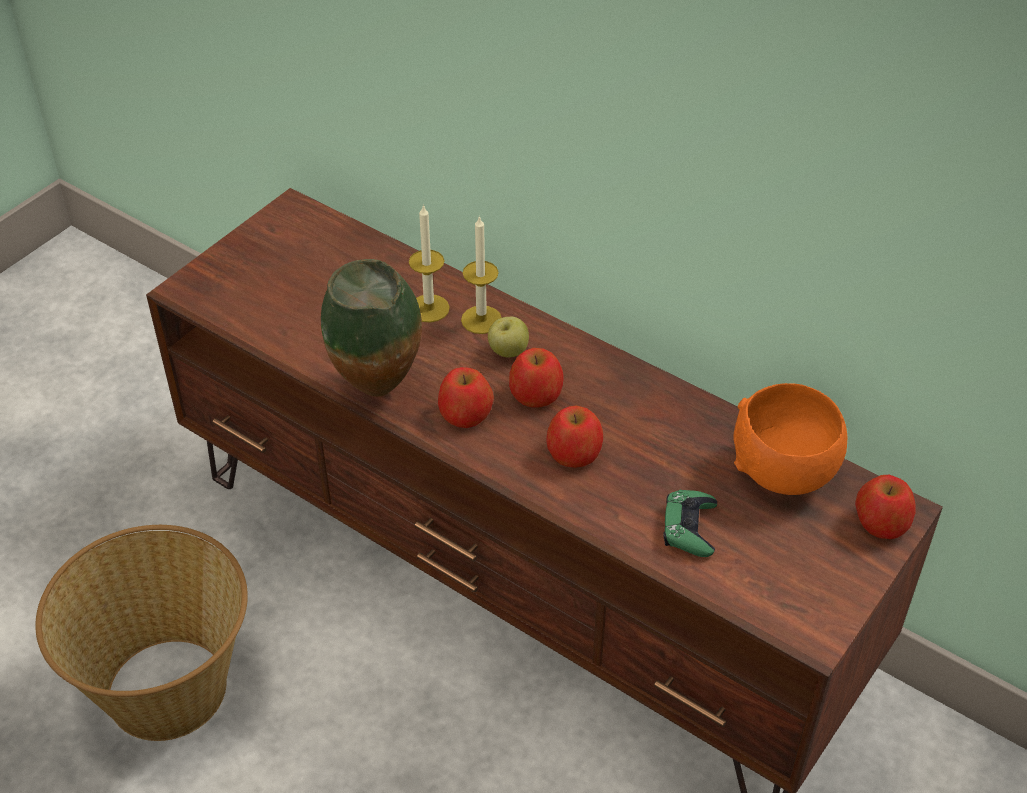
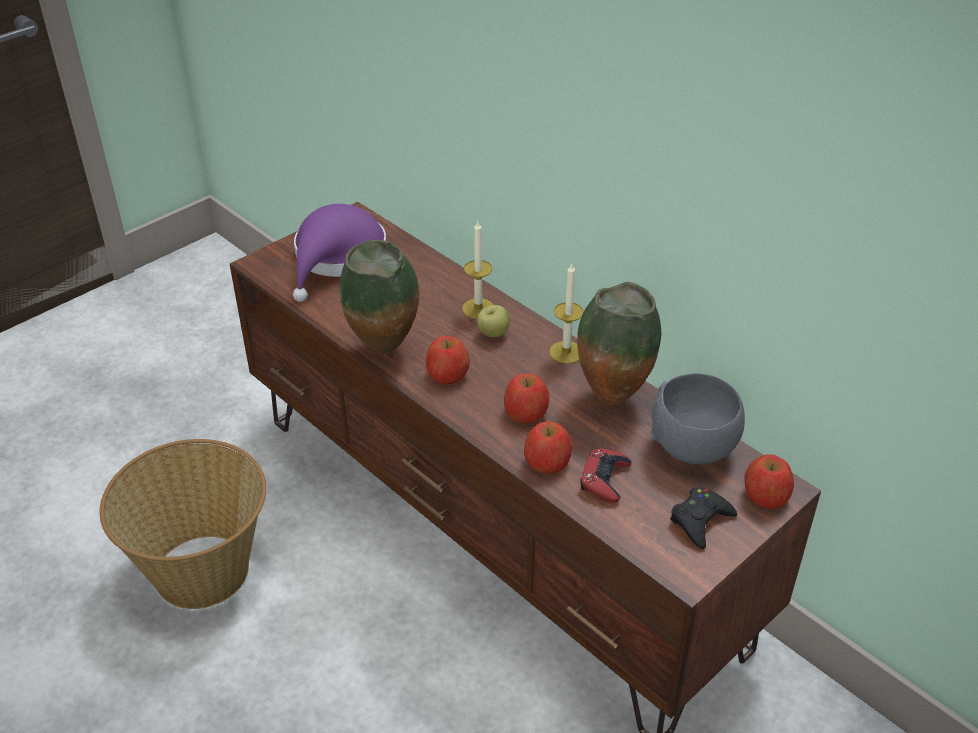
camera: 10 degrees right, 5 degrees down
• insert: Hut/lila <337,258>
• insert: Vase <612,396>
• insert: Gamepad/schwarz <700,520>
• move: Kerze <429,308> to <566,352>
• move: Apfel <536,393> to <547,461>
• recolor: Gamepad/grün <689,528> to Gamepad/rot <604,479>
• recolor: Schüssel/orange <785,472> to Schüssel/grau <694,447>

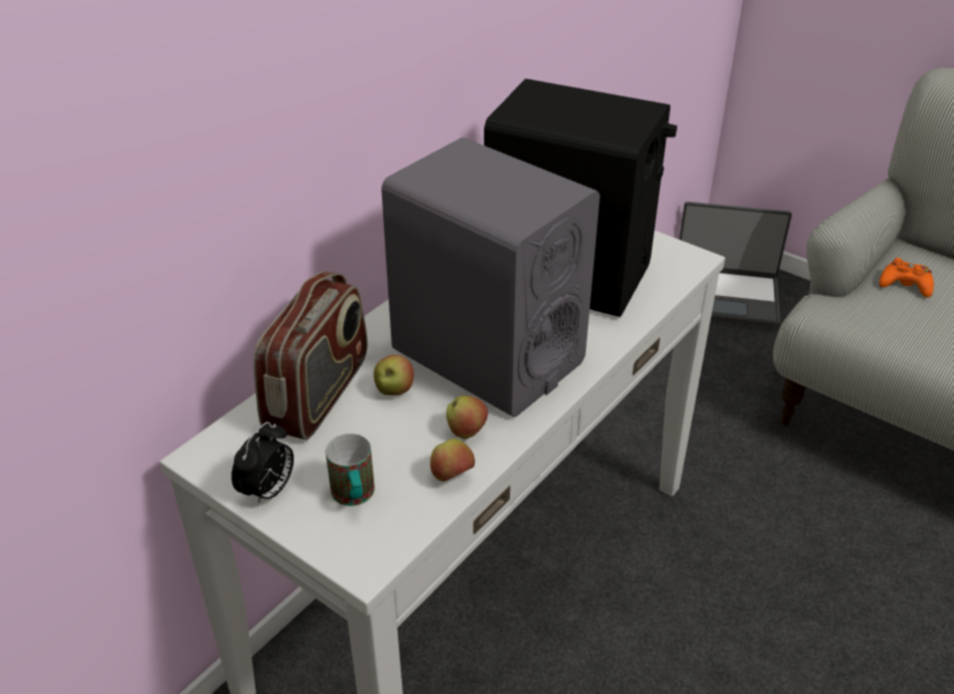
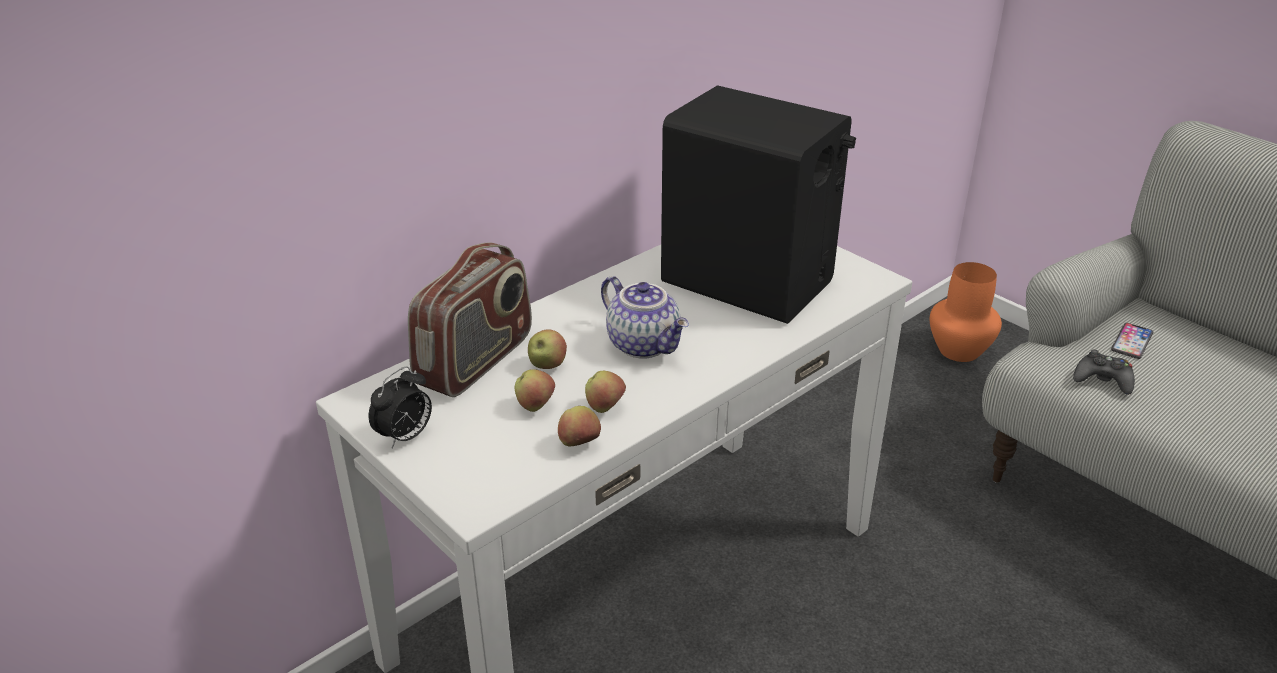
camera: 10 degrees right, 5 degrees down
• delete: Henkelbecher <354,497>
• insert: Apfel <535,406>
• insert: Gamepad/schwarz <1103,380>
• replace: Lautsprecher/grau <486,355> to Teekanne <645,344>
• replace: Laptop <725,296> to Vase/orange <959,350>
• replace: Gamepad/orange <905,285> to Handy <1132,342>

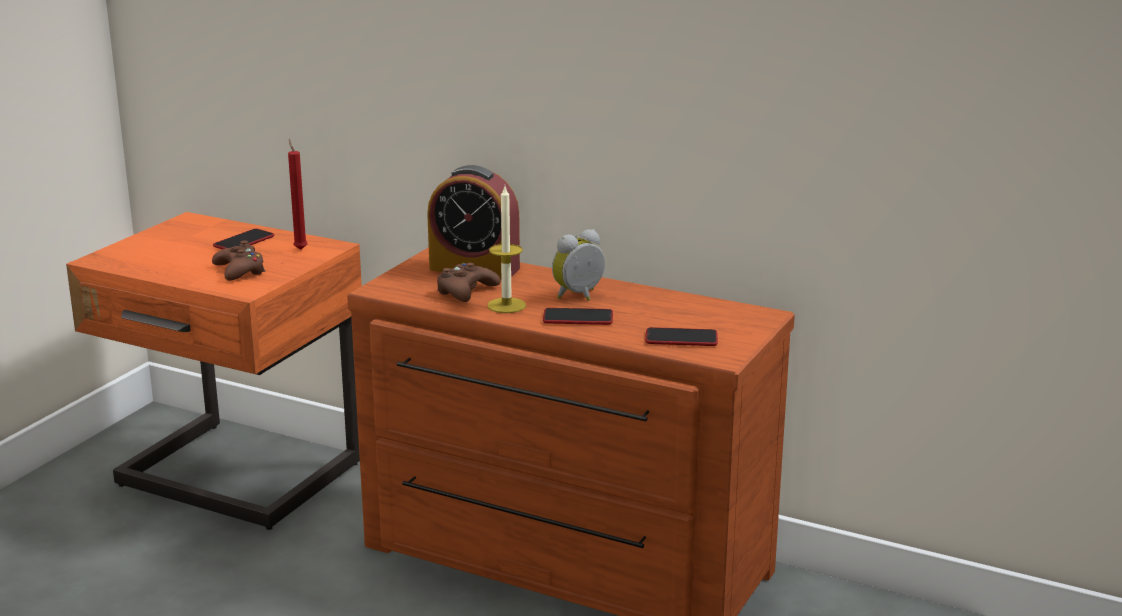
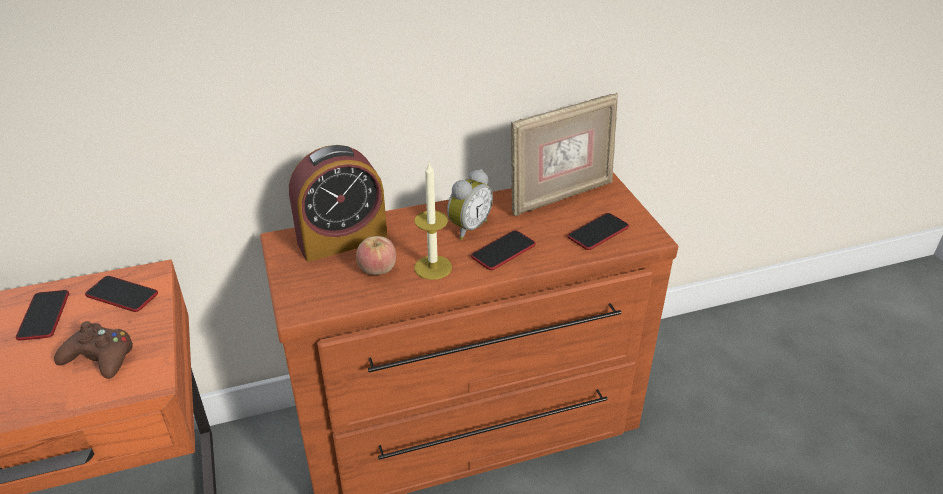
camera: 45 degrees left, 15 degrees up
• insert: Bilderrahmen <560,196>
• replace: Kerze/rot <300,249> to Handy <122,295>
• replace: Gamepad/braun <466,291> to Apfel <377,269>
• rotate: Wecker <580,296> = <467,228> 150 degrees counterclockwise

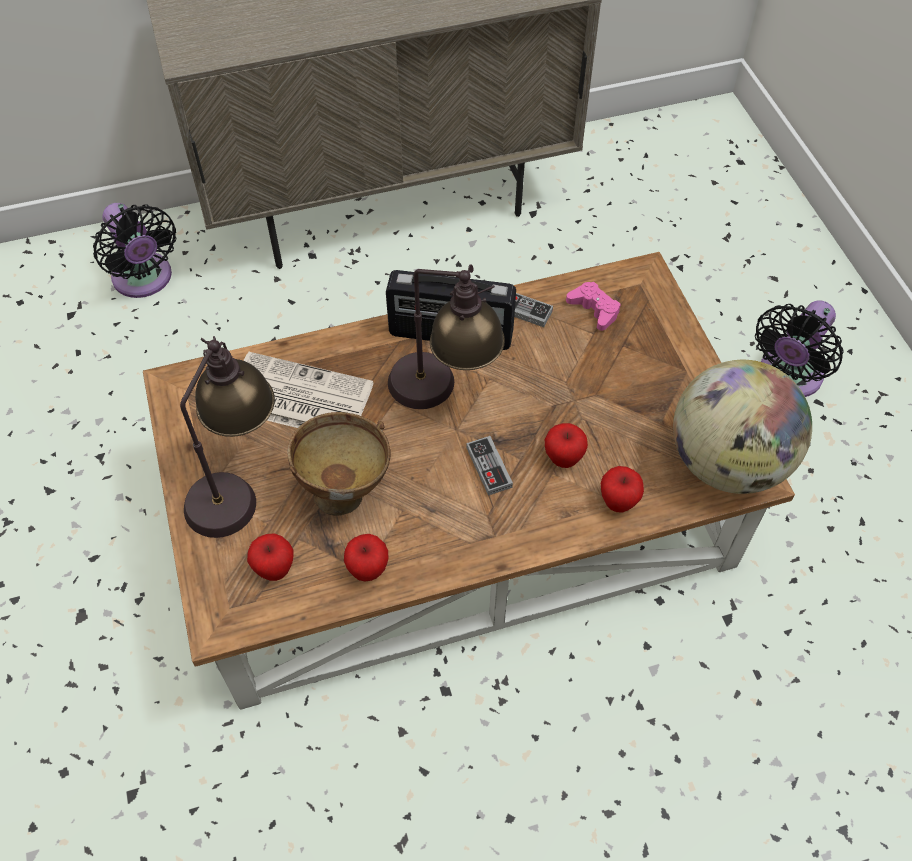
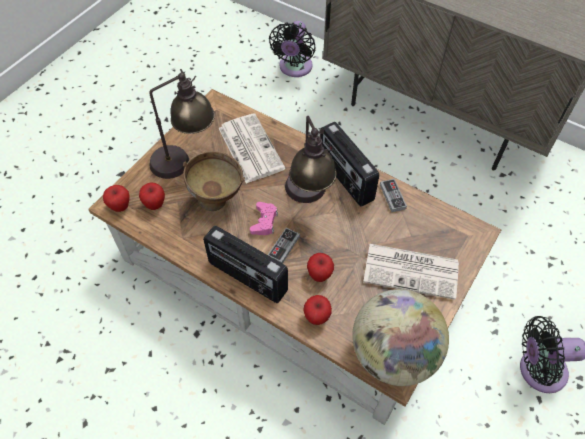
camera: 50 degrees right, 0 degrees up
• insert: Radio <247,277>
• insert: Zeitung <412,270>
• move: Apfel <368,570> to <120,206>
• move: Gamepad/rosa <594,309> to <264,221>

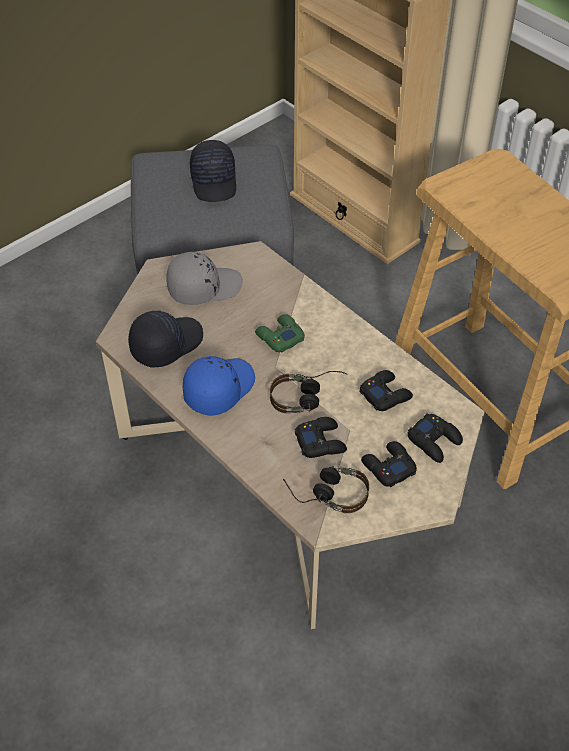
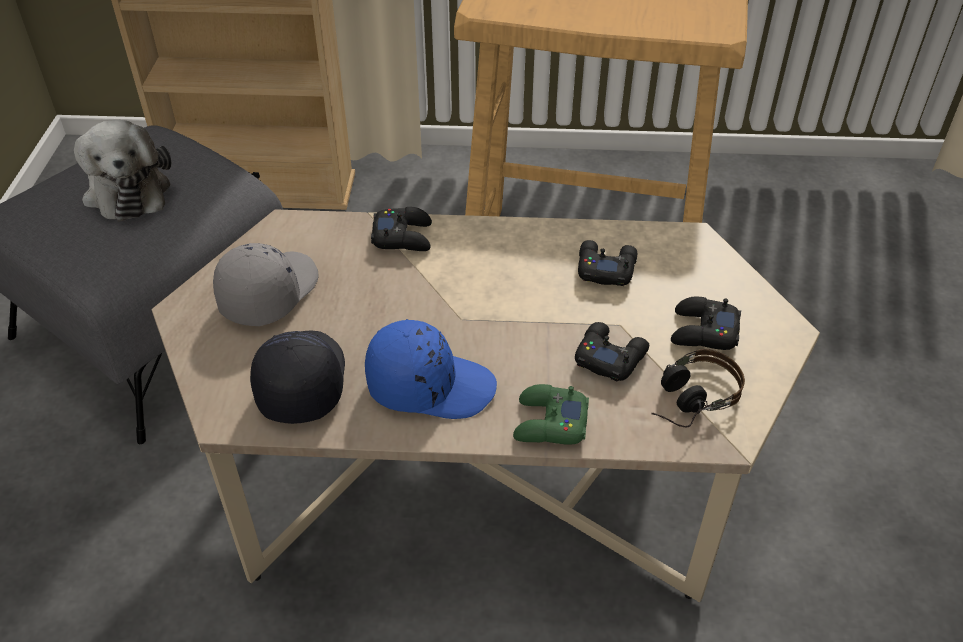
camera: 45 degrees left, 5 degrees down
• delete: Kopfhörer <308,397>
• move: Gamepad/grün <279,337> to <549,423>
• move: Gamepad/schwarz <434,441> to <403,236>
• replace: Kappe/schwarz <215,181> to Plüschtier <127,189>
• rotate: Kappe/blau <218,389> = <430,385> 105 degrees clockwise

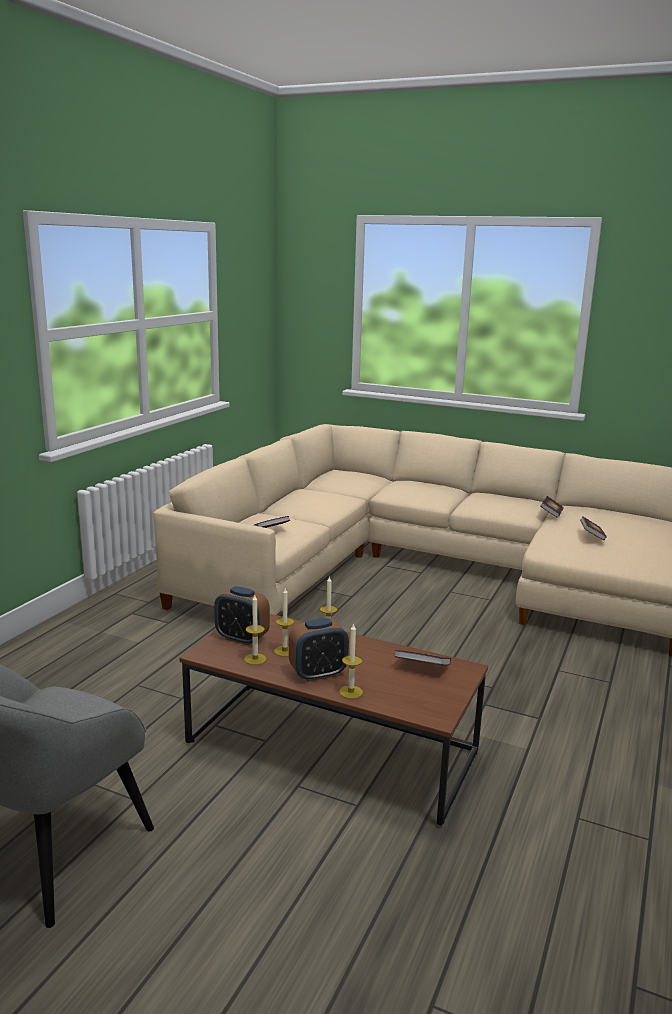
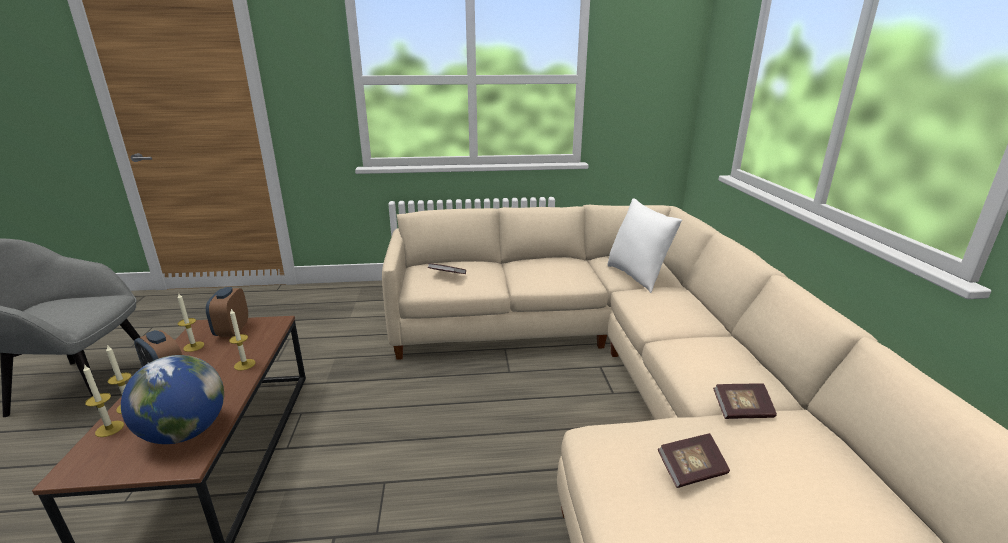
camera: 60 degrees right, 5 degrees up
• insert: Kissen/weiß <637,277>
• move: Kerze <284,651> to <109,429>
• replace: Buch <421,668> to Globus <185,432>

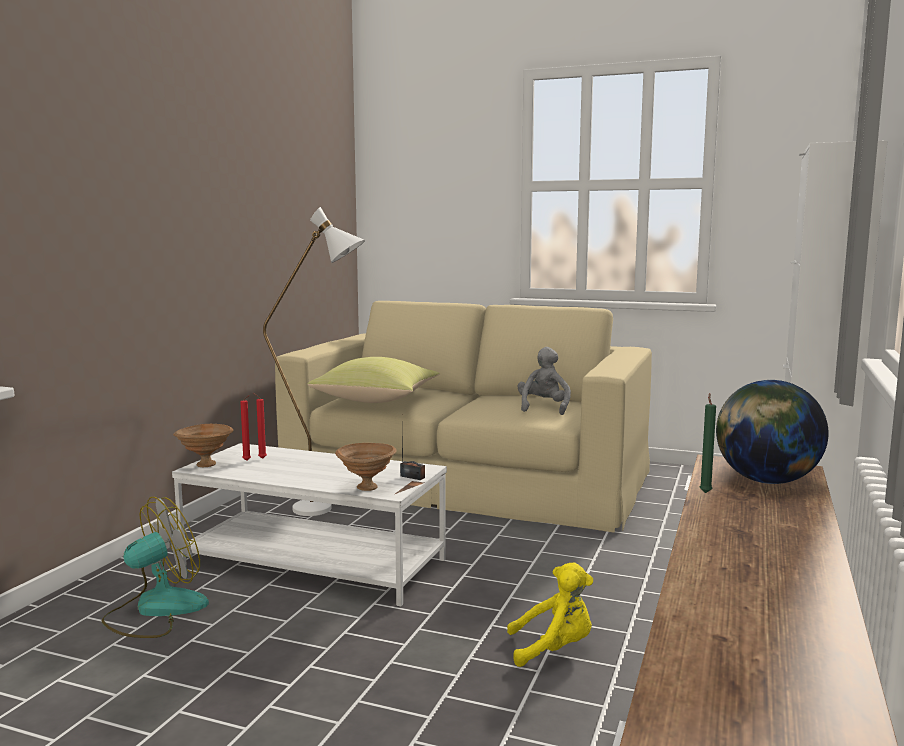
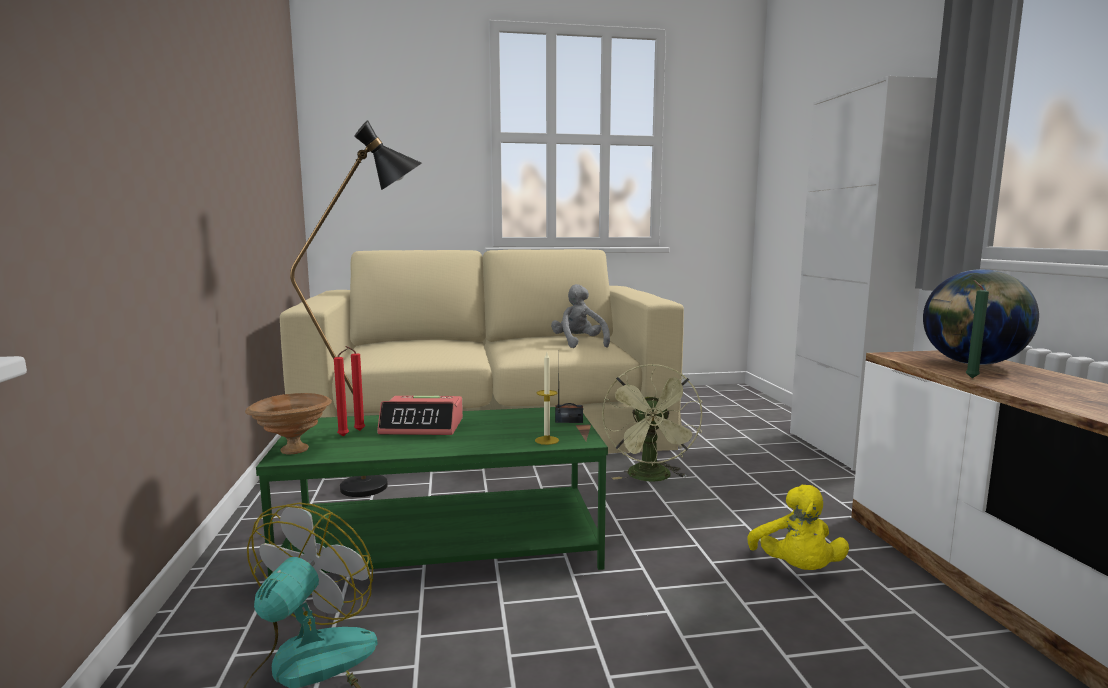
camera: 30 degrees left, 0 degrees up
• delete: Kissen/gelb <378,400>
• insert: Wecker <422,426>
• insert: Ventilator/grün <652,478>
• replace: Schüssel/braun <367,488> to Kerze <547,440>
• recolor: Couchtisch/weiß <315,562> to Couchtisch/grün <446,546>
• recolor: Stehlampe/weiß <326,509> to Stehlampe/schwarz <382,484>
• rotate: Plüschtier/gelb <554,649> = <796,569> 120 degrees clockwise

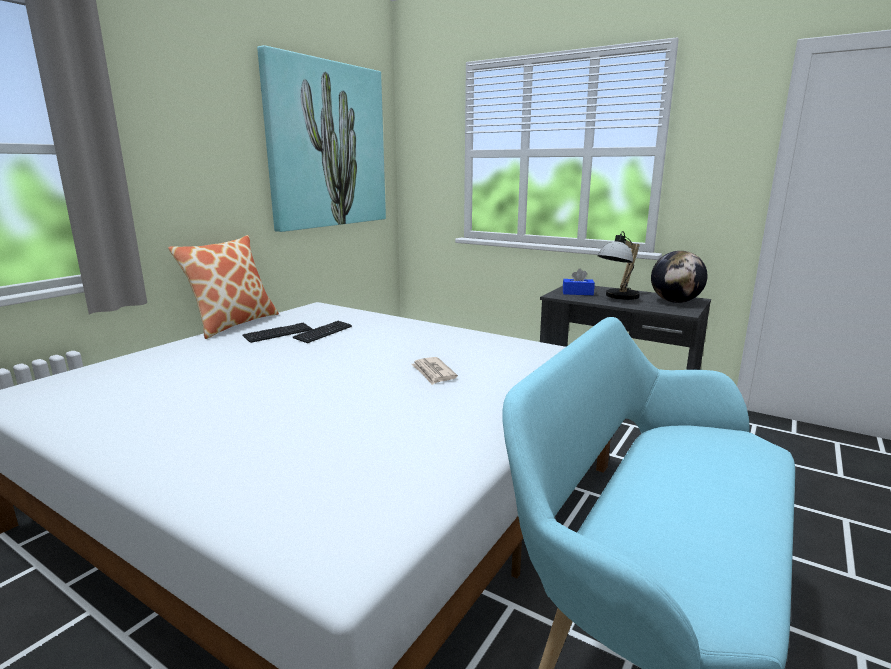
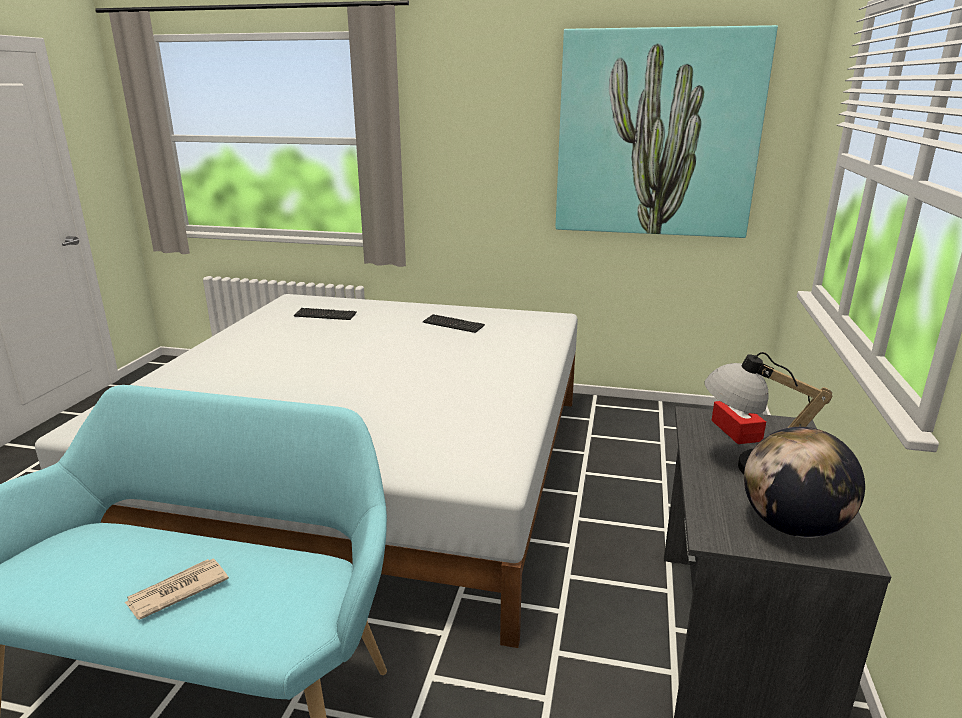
camera: 70 degrees right, 5 degrees up
• delete: Kissen <233,324>
• move: Tastatur <323,333> to <325,315>
• move: Zeitung <433,373> to <176,591>
• recolor: Taschentuchbox/blau <577,293> to Taschentuchbox/rot <736,431>

